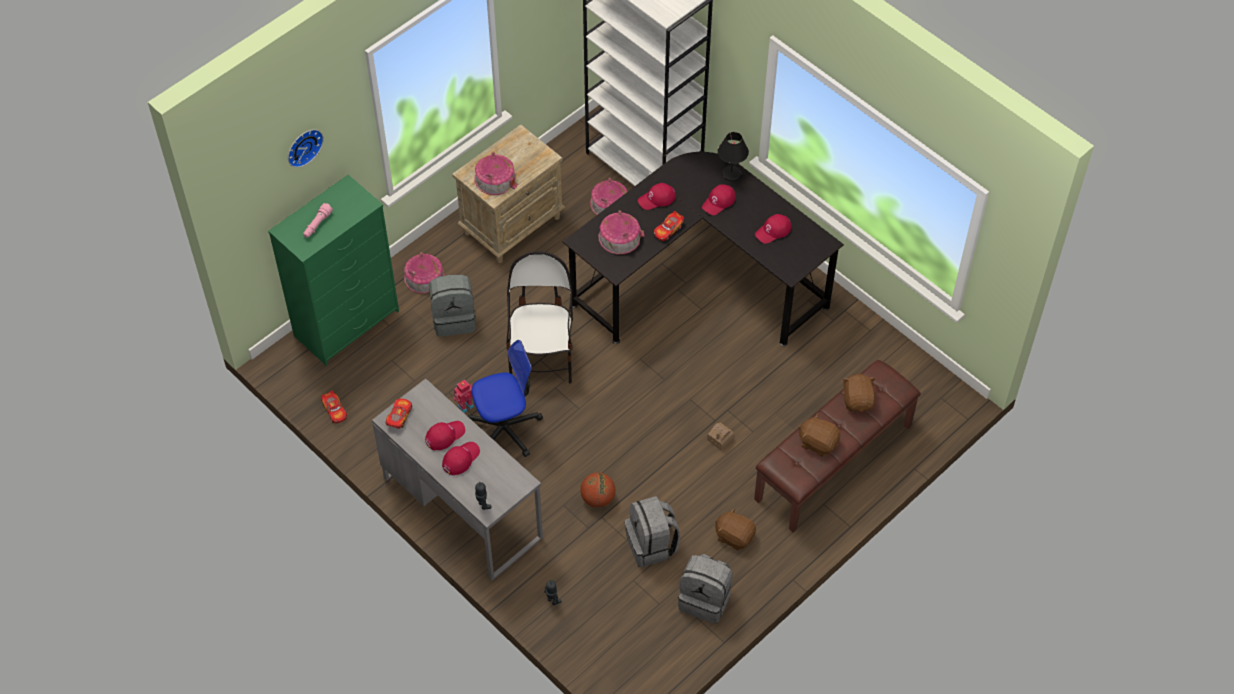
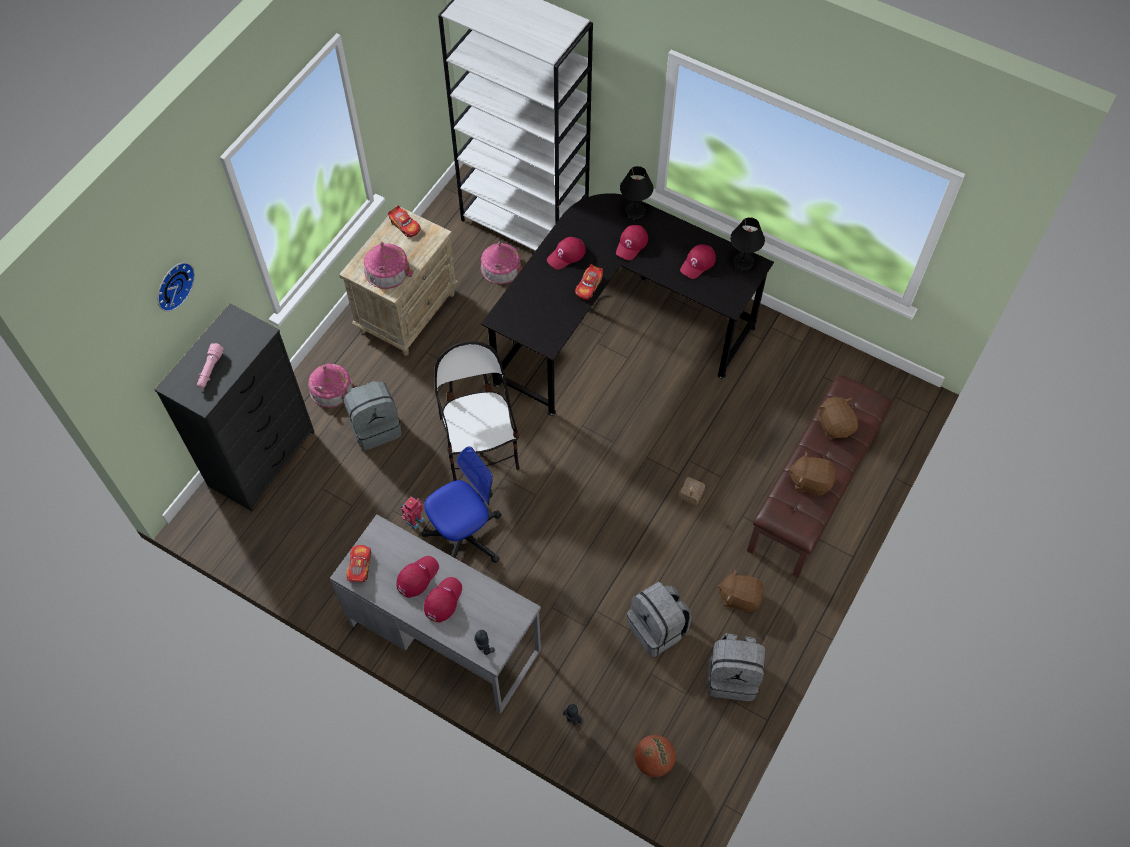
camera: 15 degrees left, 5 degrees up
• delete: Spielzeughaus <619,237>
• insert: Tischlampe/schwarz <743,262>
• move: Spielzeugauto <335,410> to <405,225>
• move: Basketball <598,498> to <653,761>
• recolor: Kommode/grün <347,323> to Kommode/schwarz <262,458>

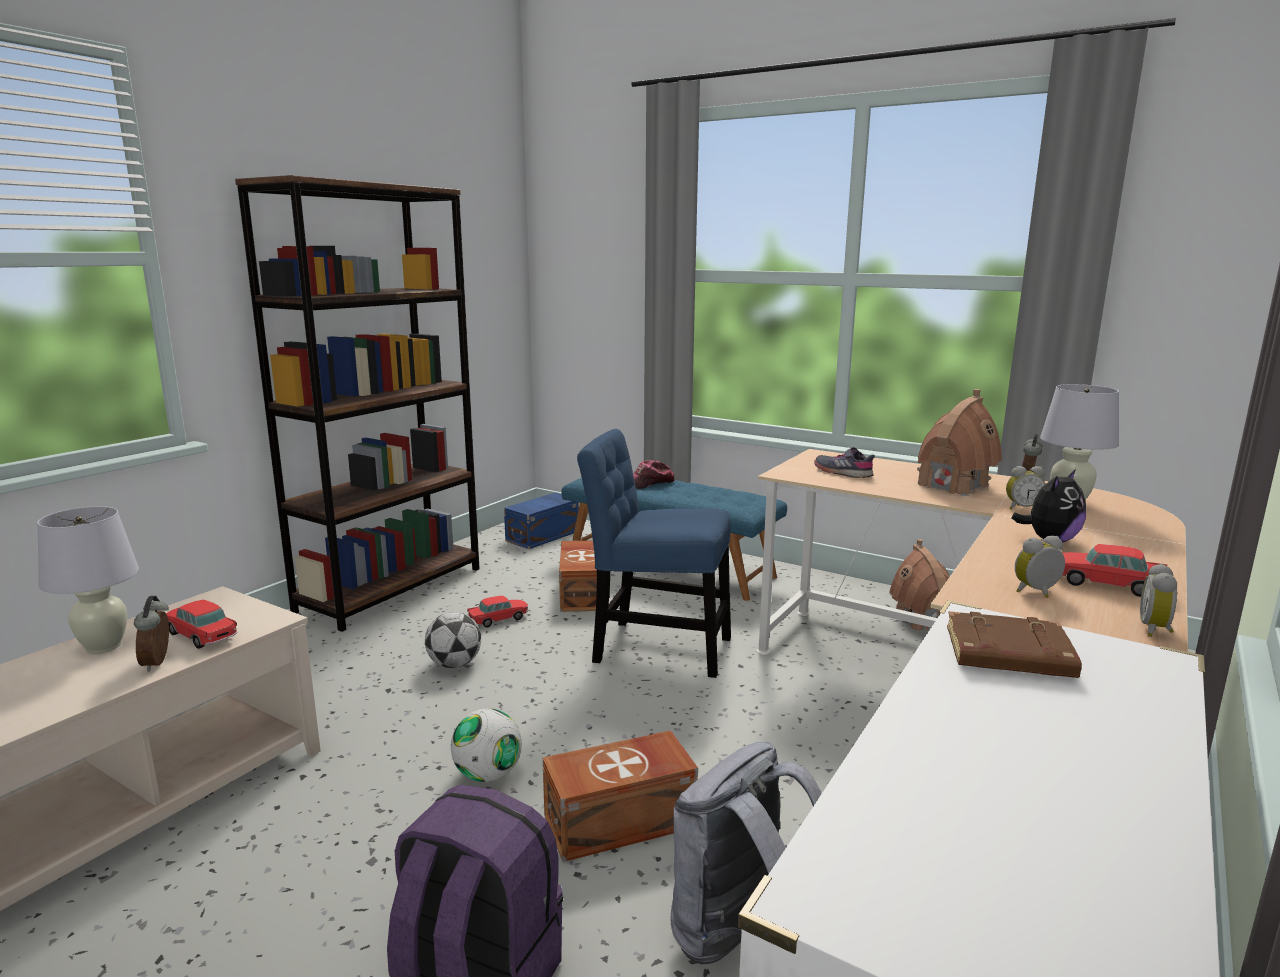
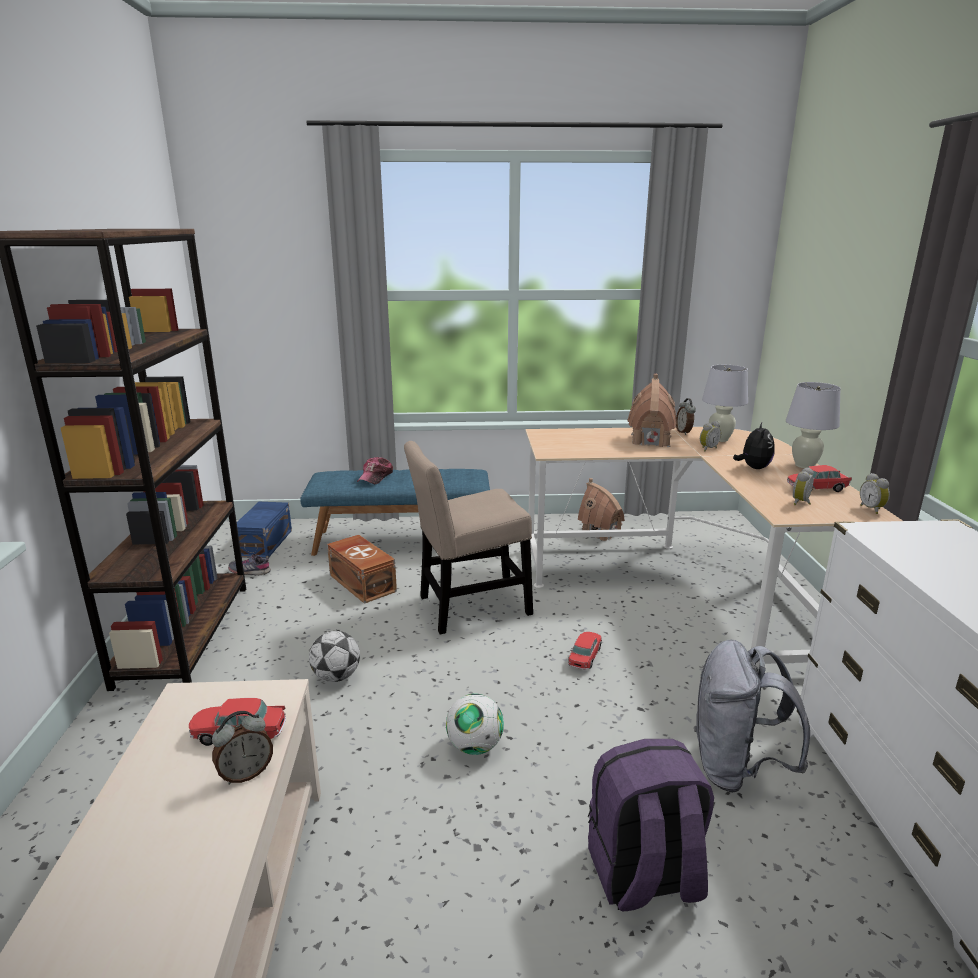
camera: 35 degrees left, 5 degrees up
• delete: Aufbewahrungsbox/braun <622,822>
• delete: Buch/braun <1007,655>
• move: Tischlampe/weiß <104,646> to <804,465>
• move: Spielzeugauto <498,619> to <585,656>
• move: Schuh/grau <843,472> to <250,571>
• recolor: Stuhl/blau <655,648> to Stuhl/beige <469,607>
• rotate: Wecker <159,663> = <246,773> 75 degrees counterclockwise

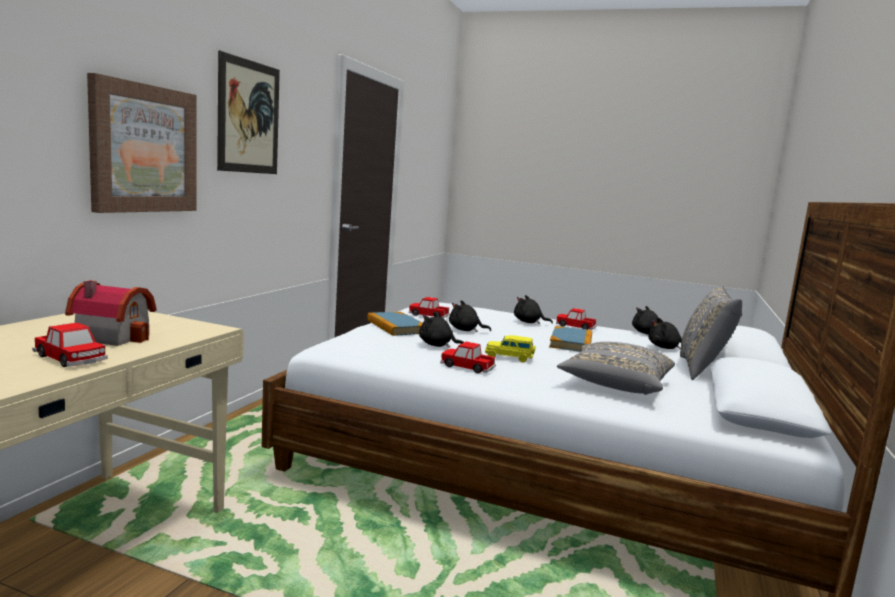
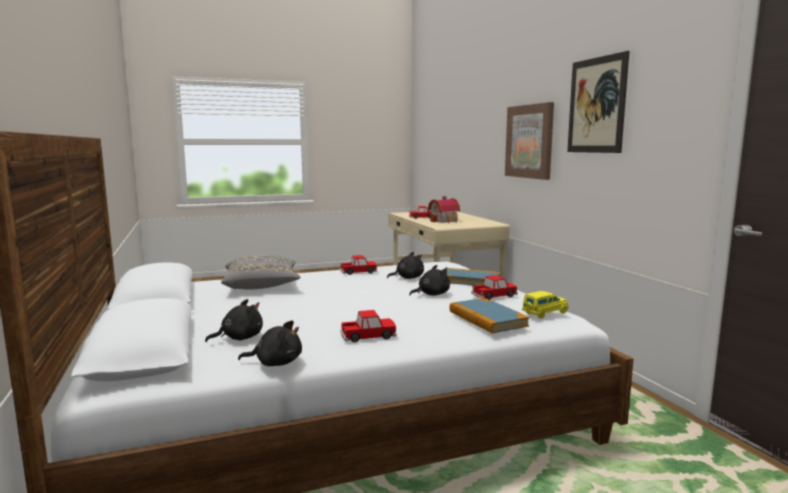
camera: 140 degrees right, 0 degrees up
• delete: Plüschtier/schwarz <529,322>
• delete: Kissen/grau <703,370>
• move: Spielzeugauto/gelb <509,358> to <544,313>
• move: Buch <571,342> to <487,319>

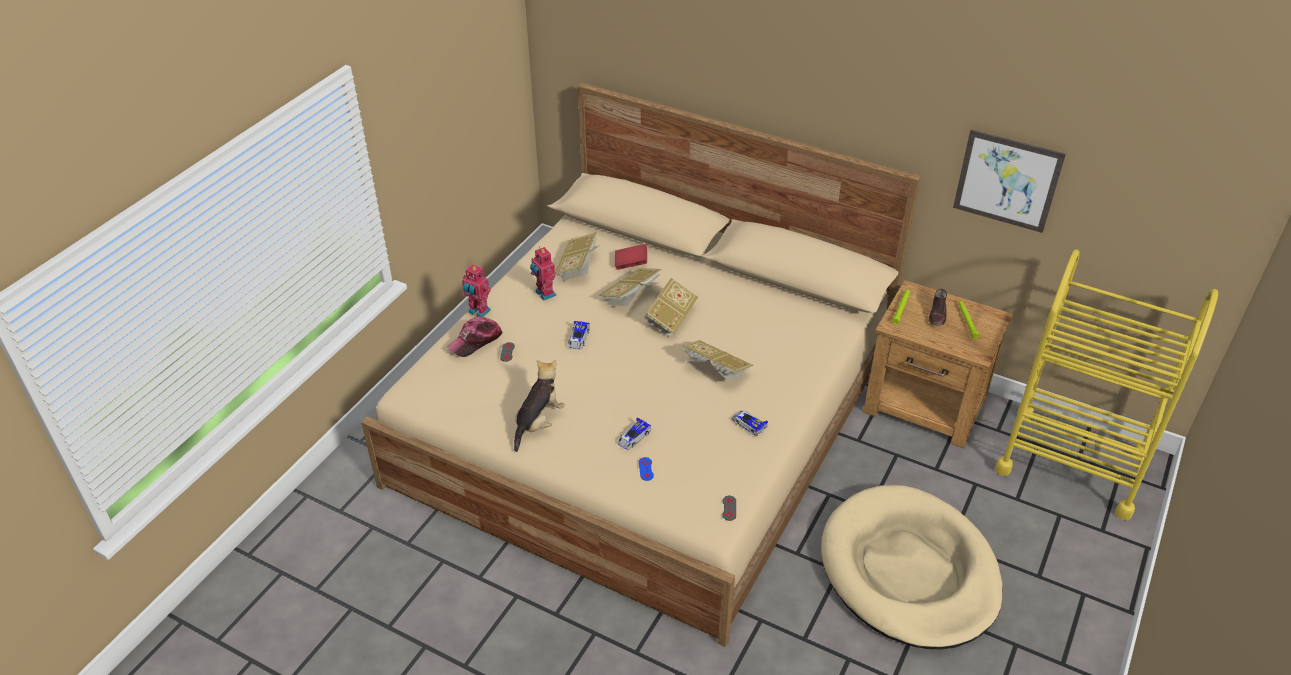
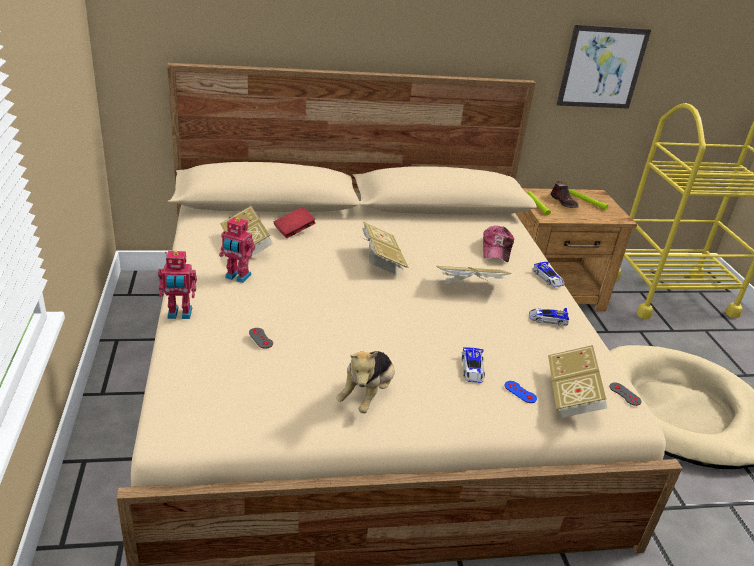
camera: 40 degrees left, 10 degrees down
• move: Kappe <475,341> to <496,250>
• move: Spielzeugauto <578,338> to <548,278>
• move: Buch <631,297> to <572,396>
• rotate: Plüschtier <538,423> = <367,395> 150 degrees counterclockwise

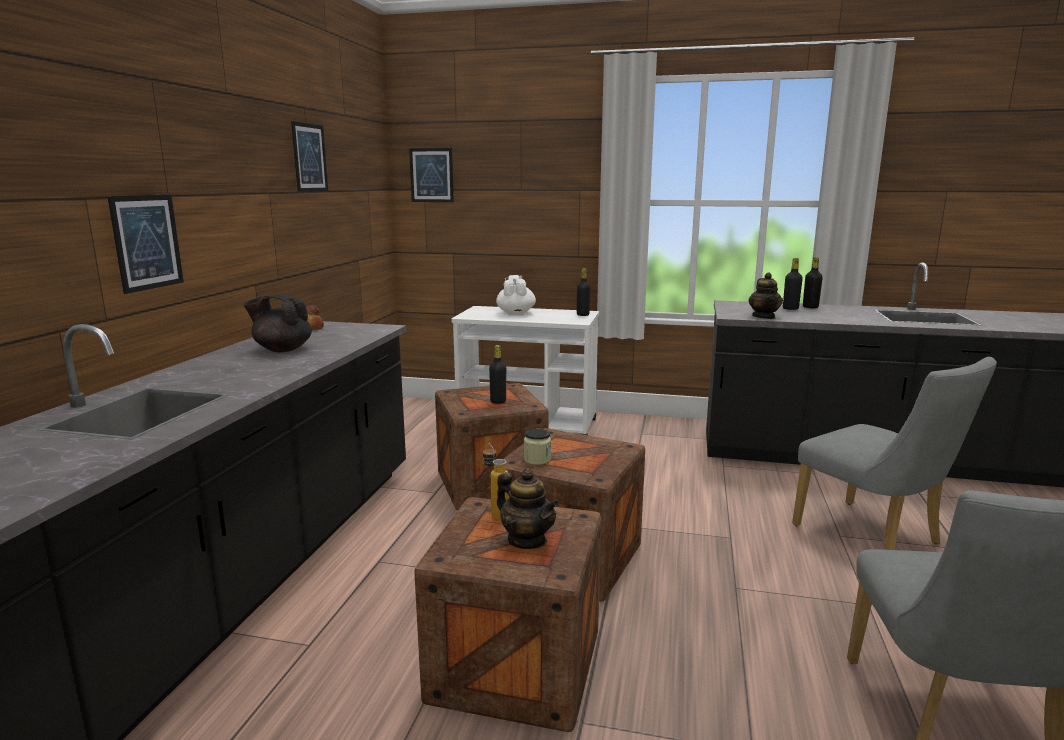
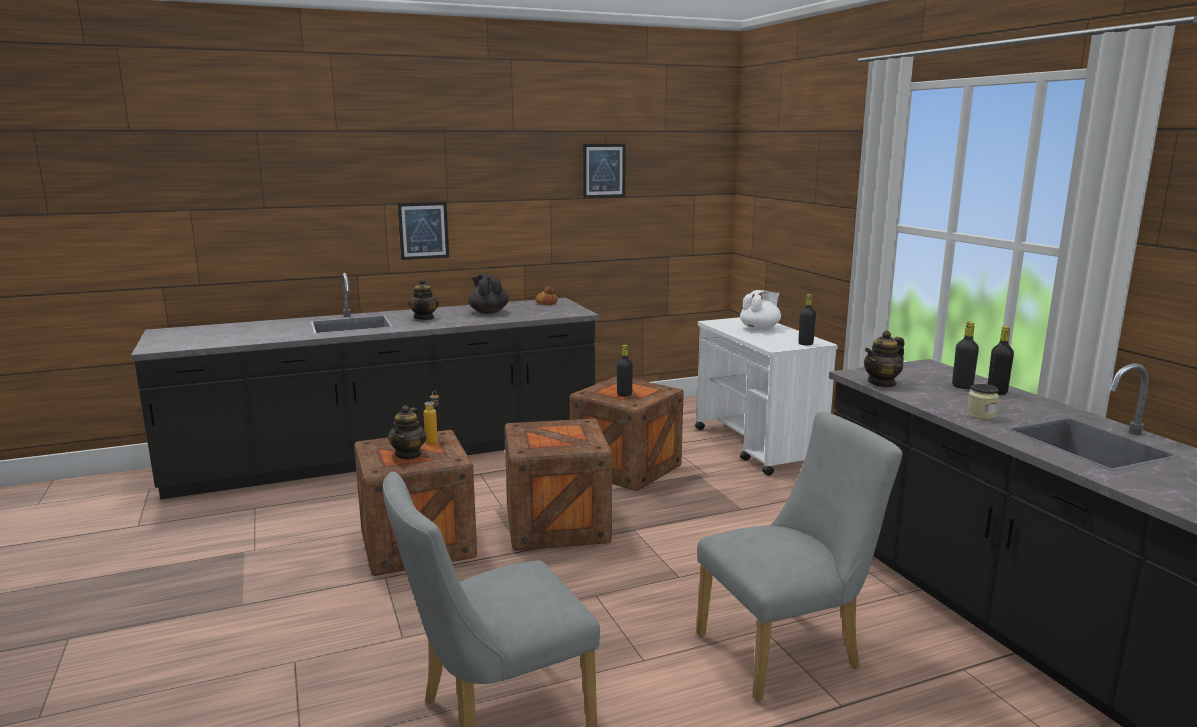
camera: 55 degrees right, 0 degrees up
• delete: Bild <431,175>
• insert: Teekanne <424,318>
• move: Vorratsglas <537,459> to <981,415>
• rotate: Stuhl/grau <875,538> = <788,650> 135 degrees counterclockwise

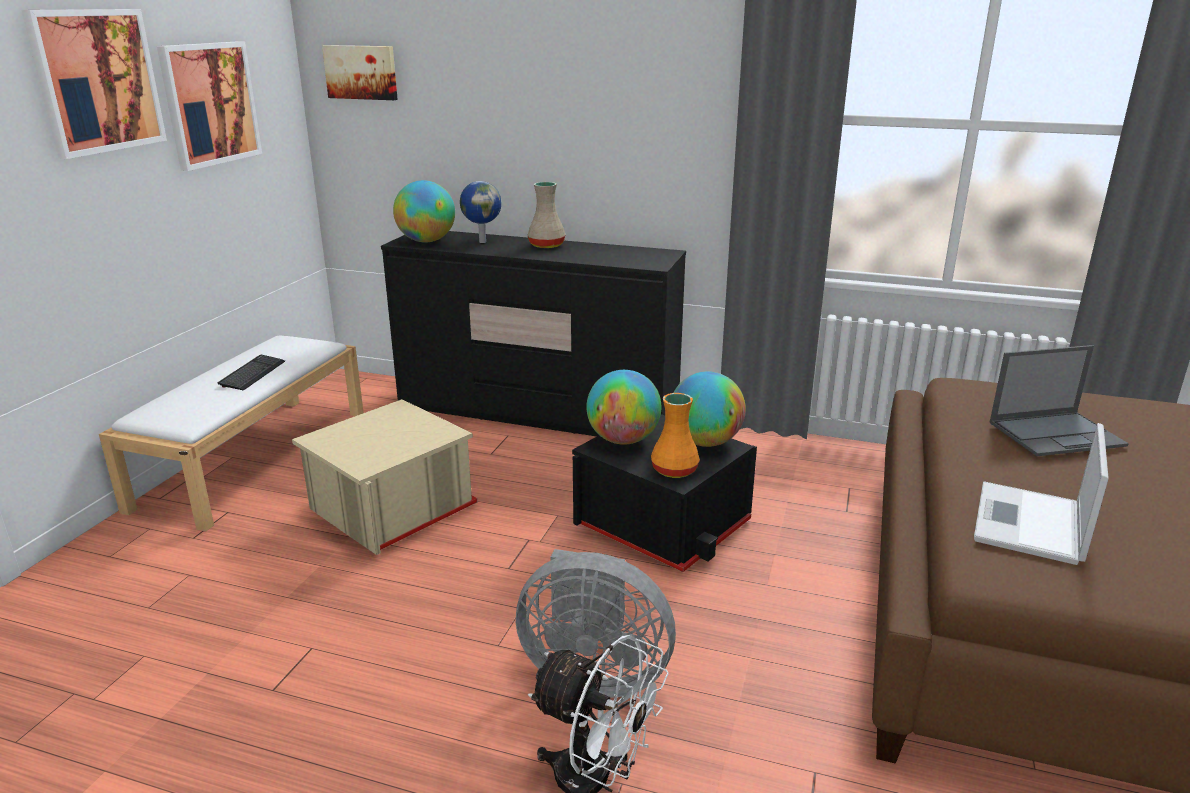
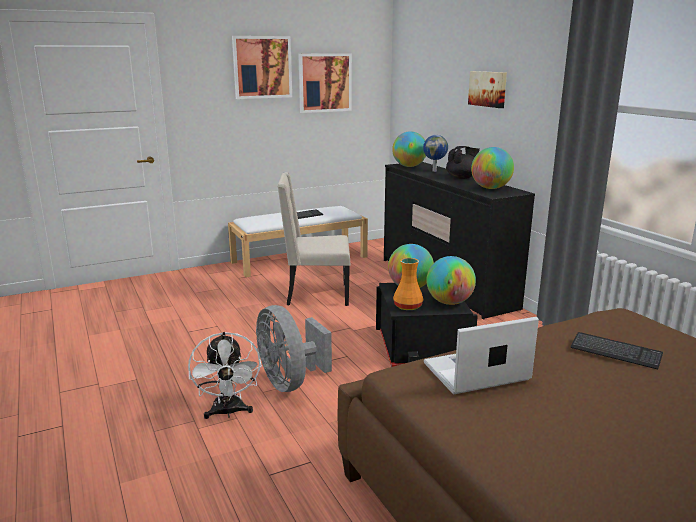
camera: 45 degrees right, 5 degrees down
• insert: Globus <490,188>
• move: Bild <361,72> to <488,89>
• replace: Aufbewahrungsbox/beige <390,510> to Stuhl/beige <316,295>
• replace: Vase/beige <547,245> to Teekanne/schwarz <462,178>
• replace: Laptop <1057,434> to Tastatur <615,352>

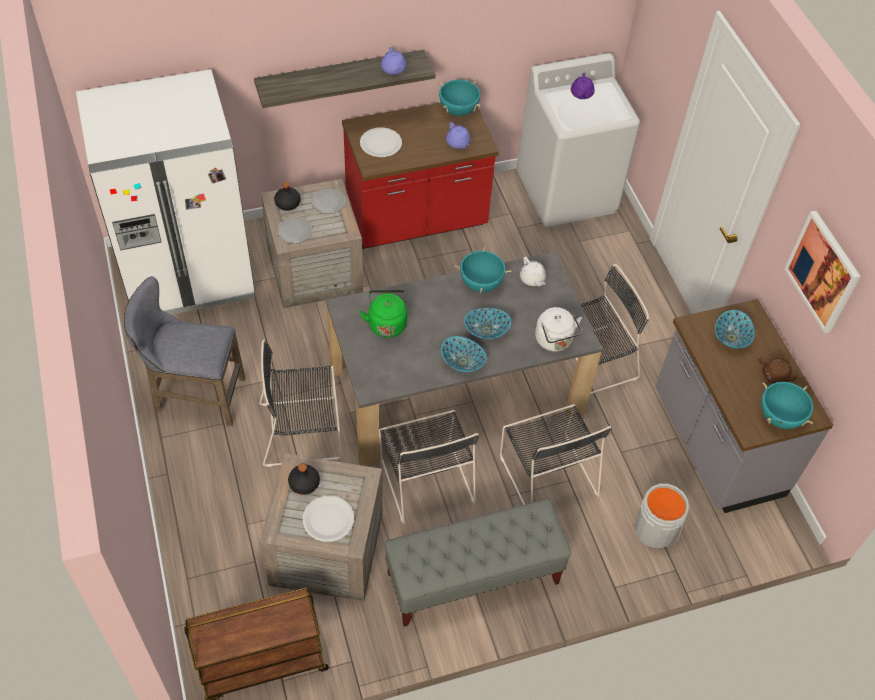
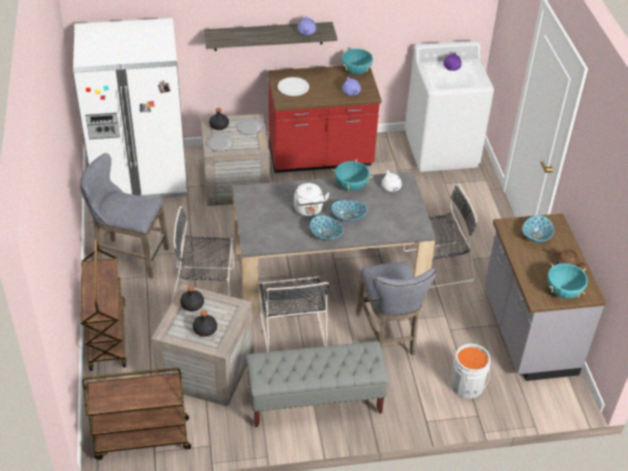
camera: 10 degrees right, 10 degrees down
• delete: Wasserkessel/grün <387,323>
• delete: Bild <823,271>
• insert: Rollwagen/braun <107,335>
• move: Wasserkessel/weiß <555,341> to <309,210>
• replace: Teller/weiß <328,519> to Flasche/schwarz <205,330>
• replace: Stuhl/schwarz <547,473> to Hocker/grau <388,337>

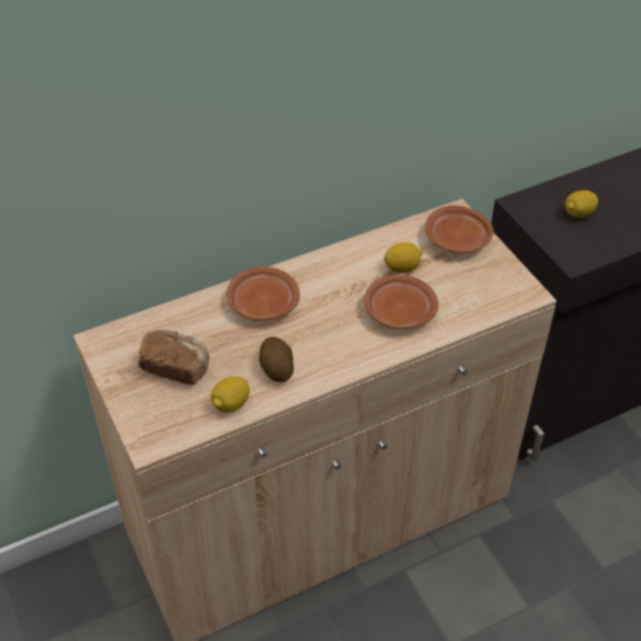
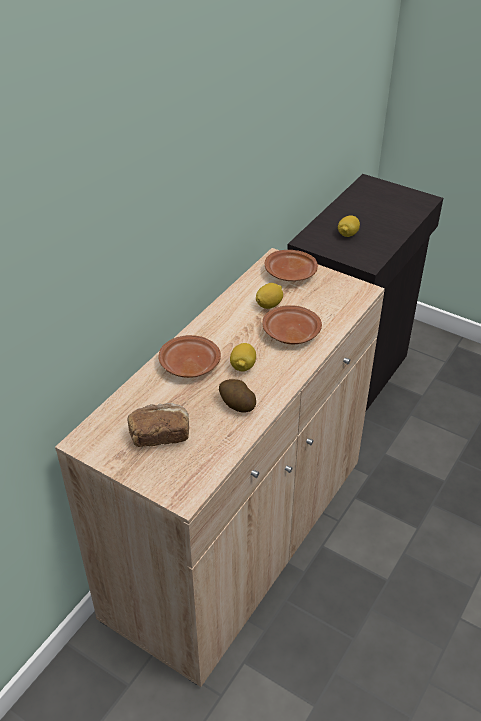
camera: 30 degrees left, 5 degrees down
• move: Zitrone <231,404> to <243,366>

